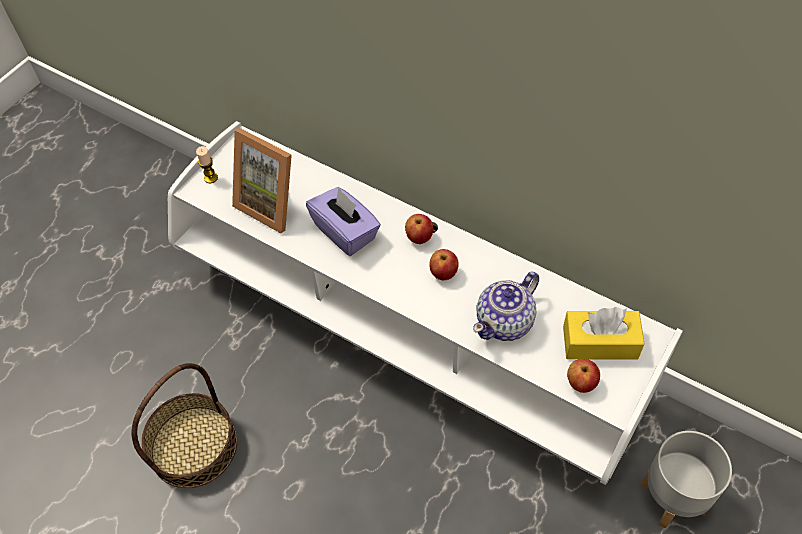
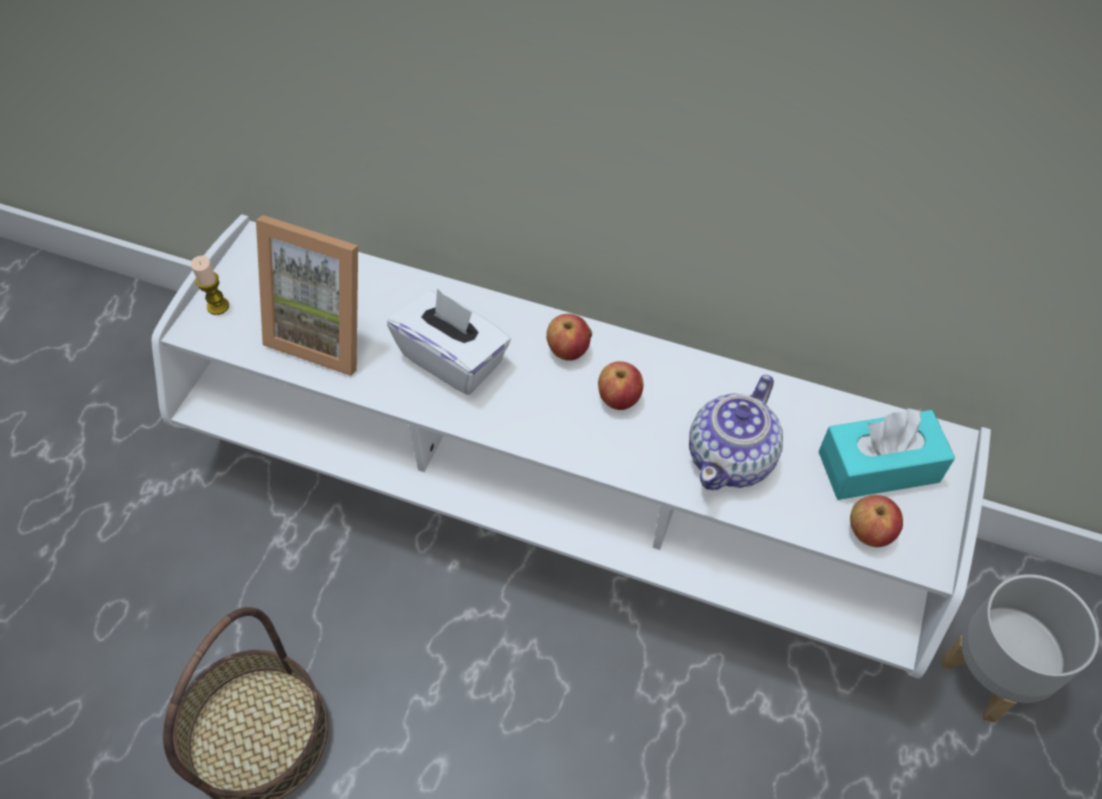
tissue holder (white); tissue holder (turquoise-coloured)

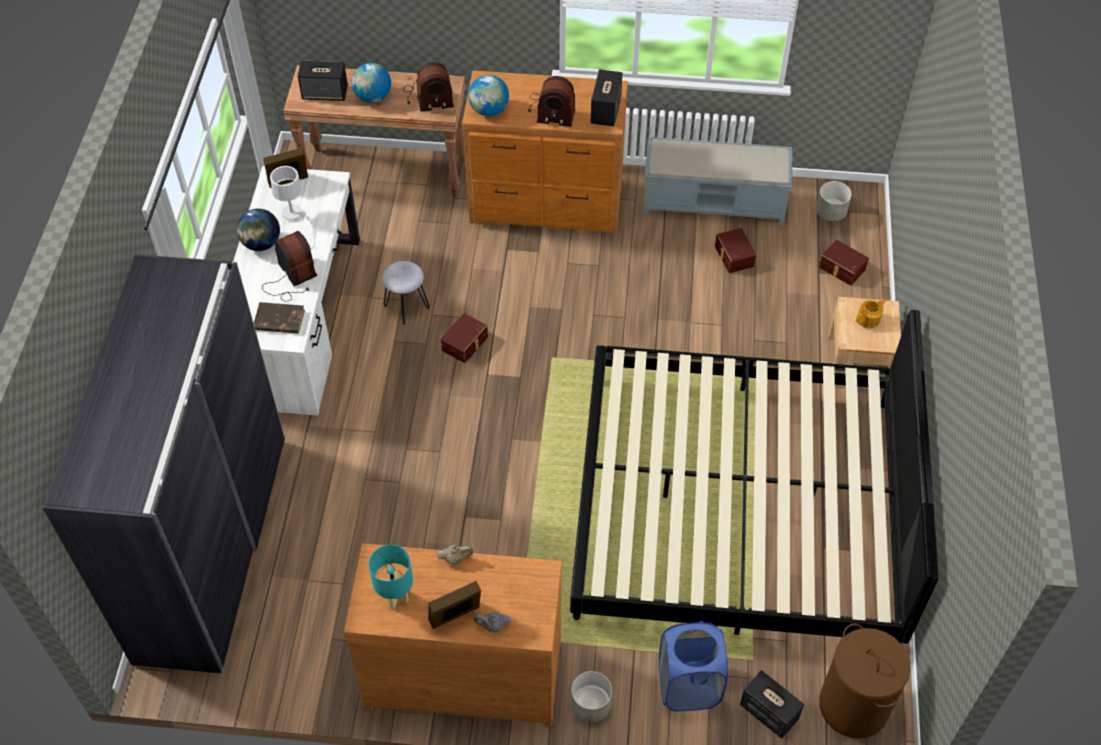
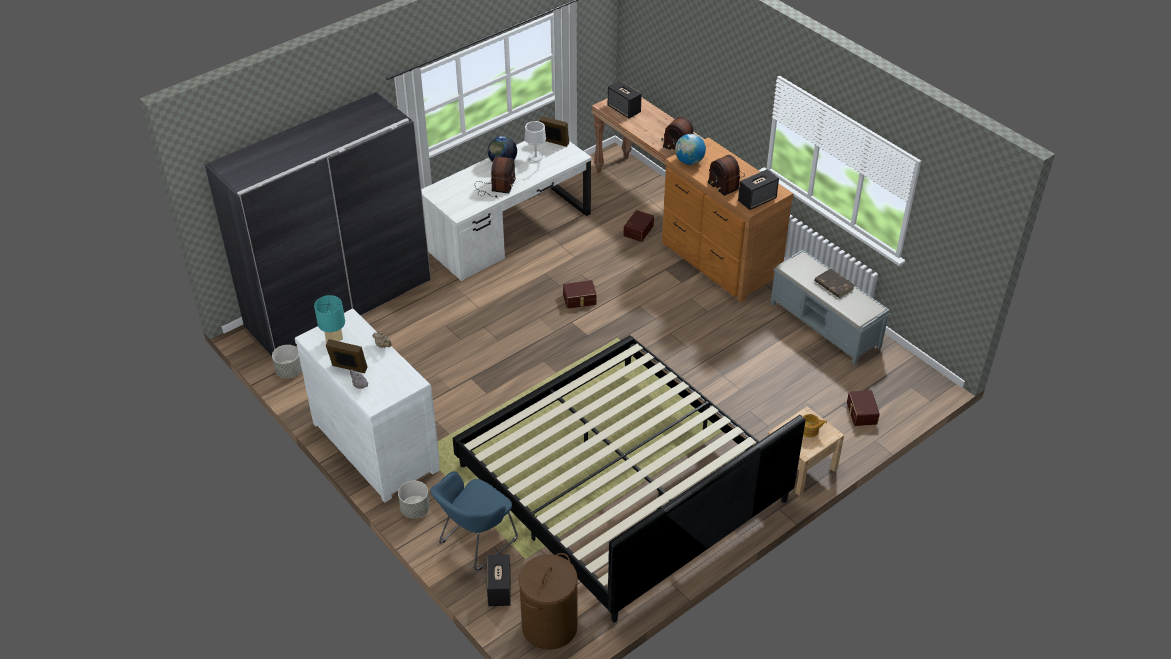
world globe (2nd from left in the first image); sitting stool (greyish); book (brown-coloured); storage container (brown-coloured) (2nd from left); plant pot (greyish) (1st from left); easy chair (blue-coloured); drawer chest (white)

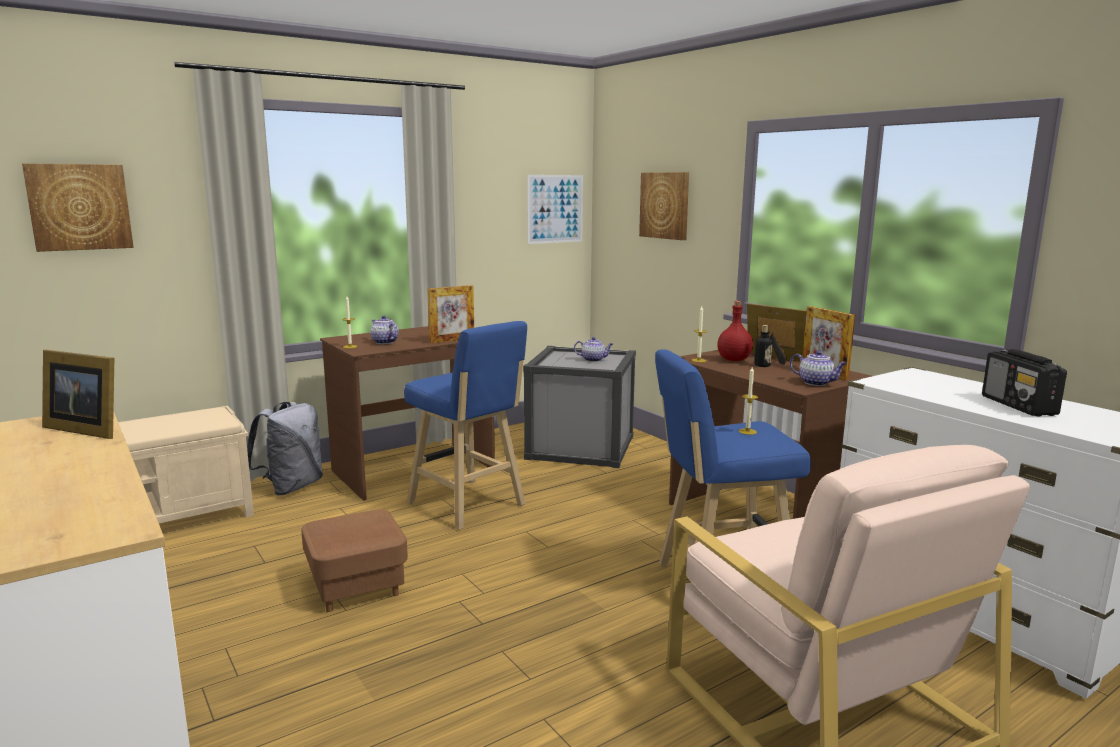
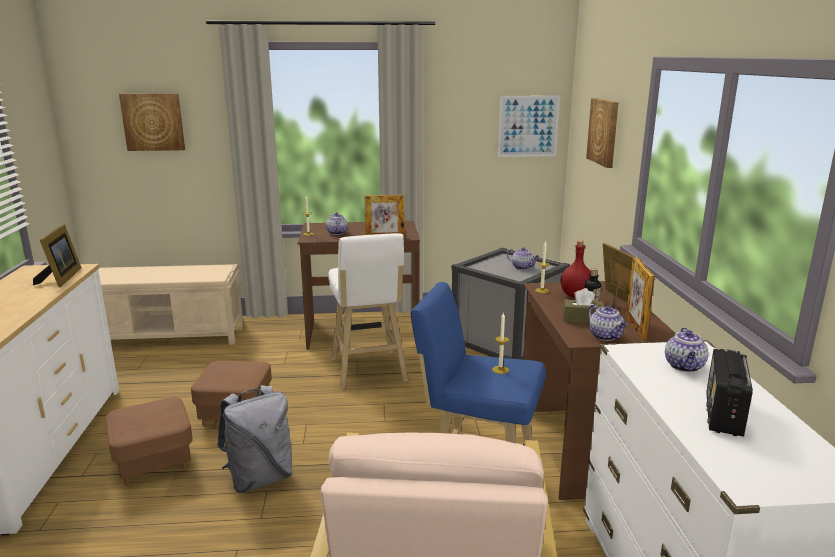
footrest (brown-coloured) (1st from left); tissue holder (brown-coloured); teapot (4th from left); rucksack (greyish); sitting stool (white); picture frame (1st from left)

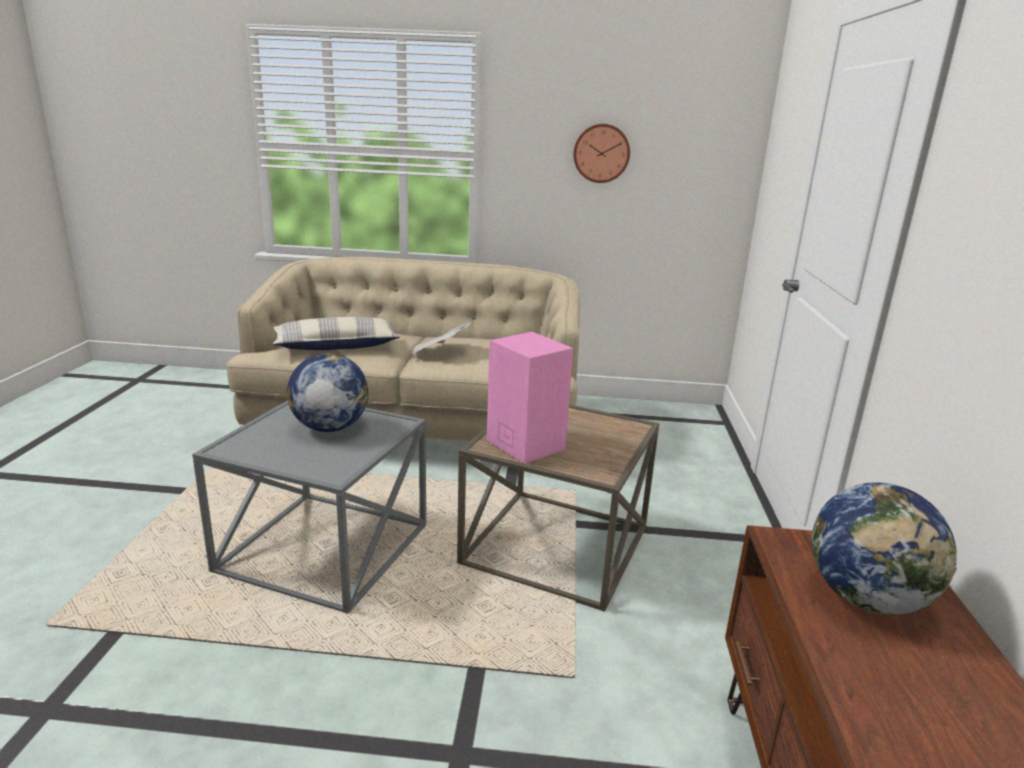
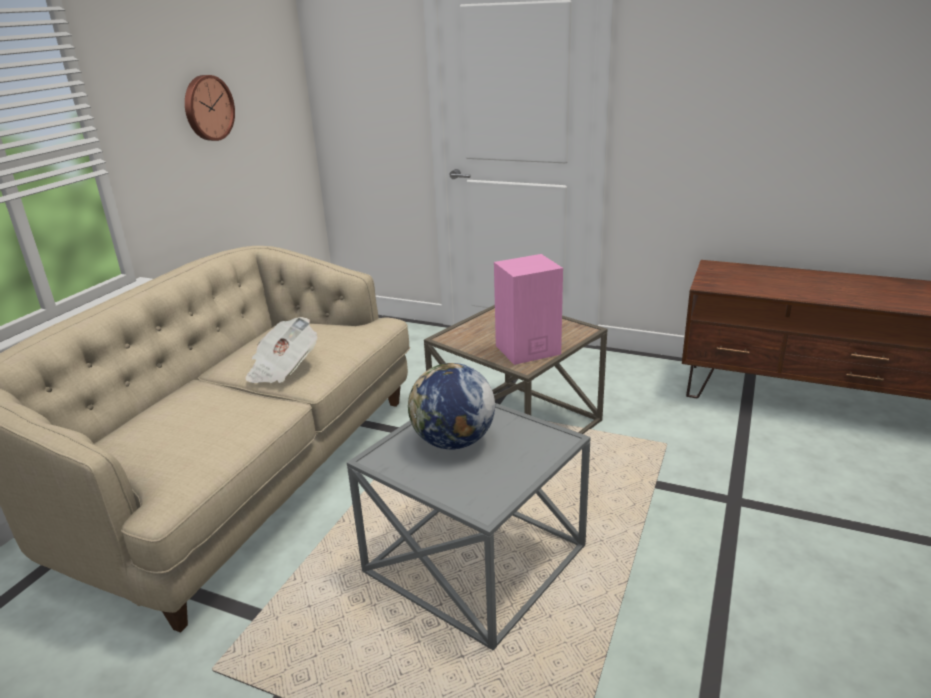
throw pillow; world globe (2nd from left in the first image)

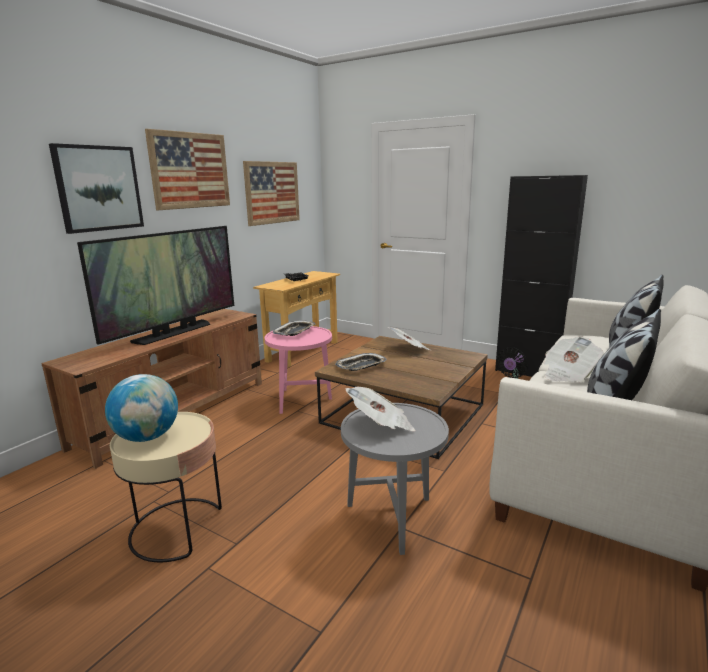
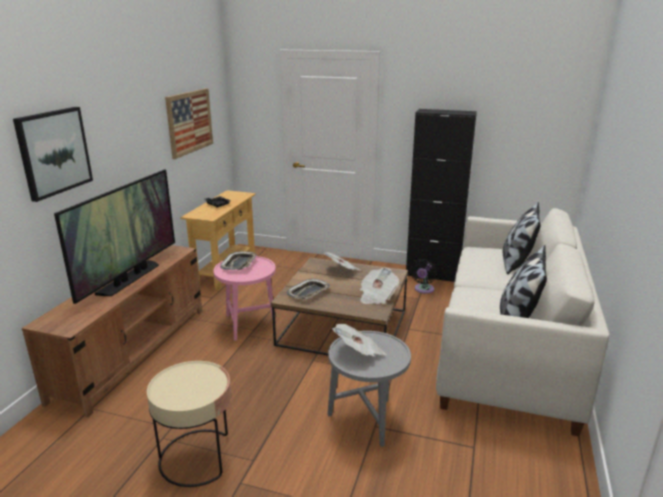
world globe; picture (2nd from left in the first image); daily paper (3rd from left)

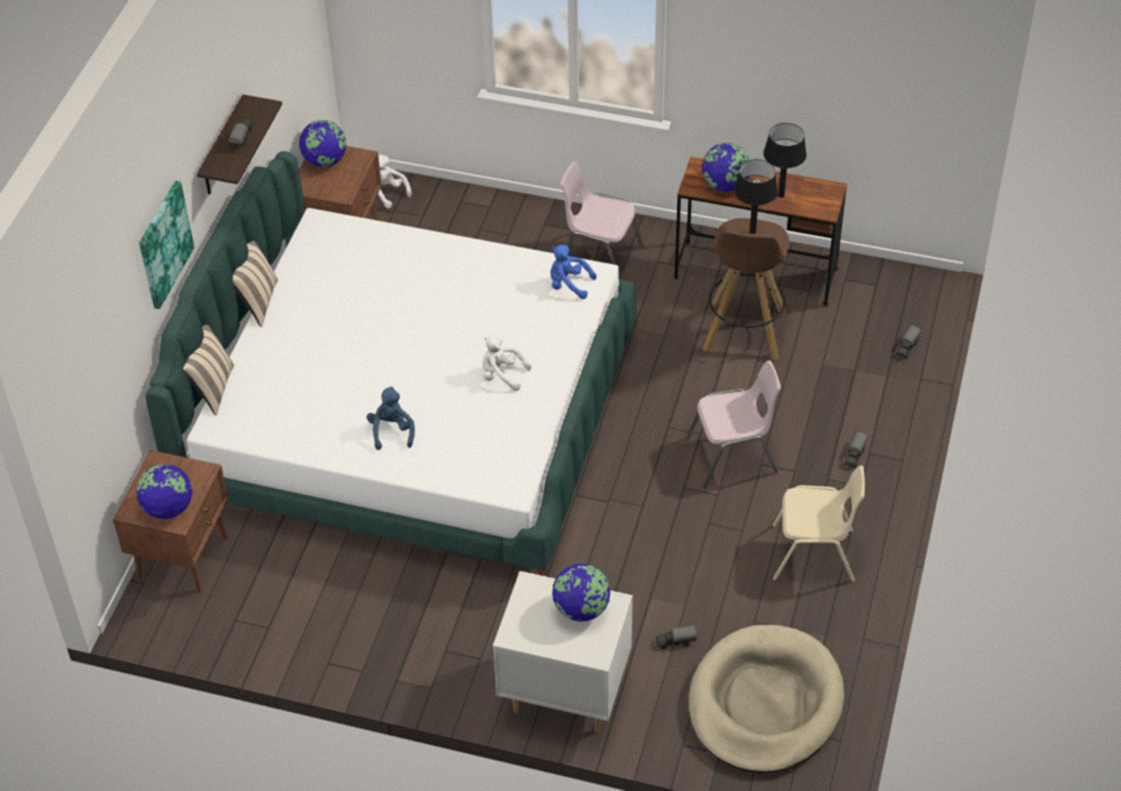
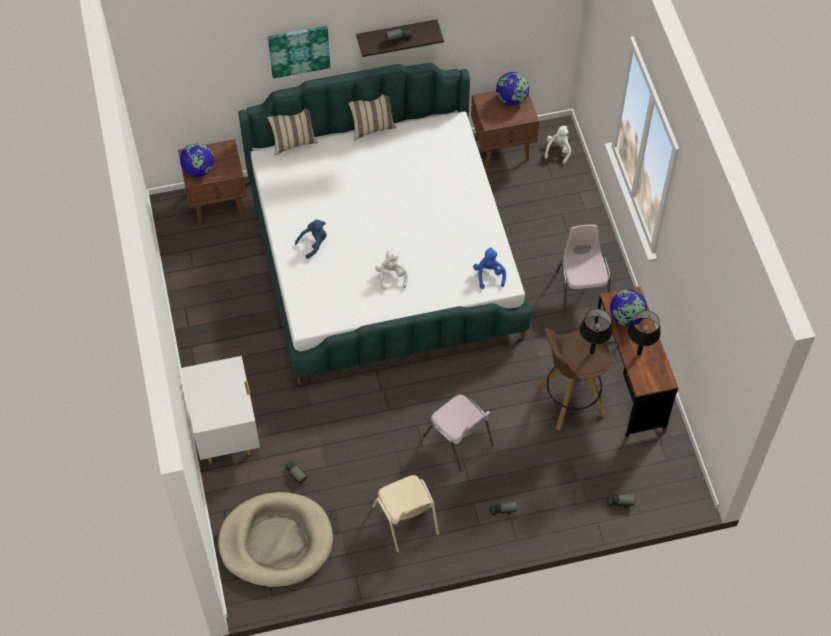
world globe (3rd from left in the first image)

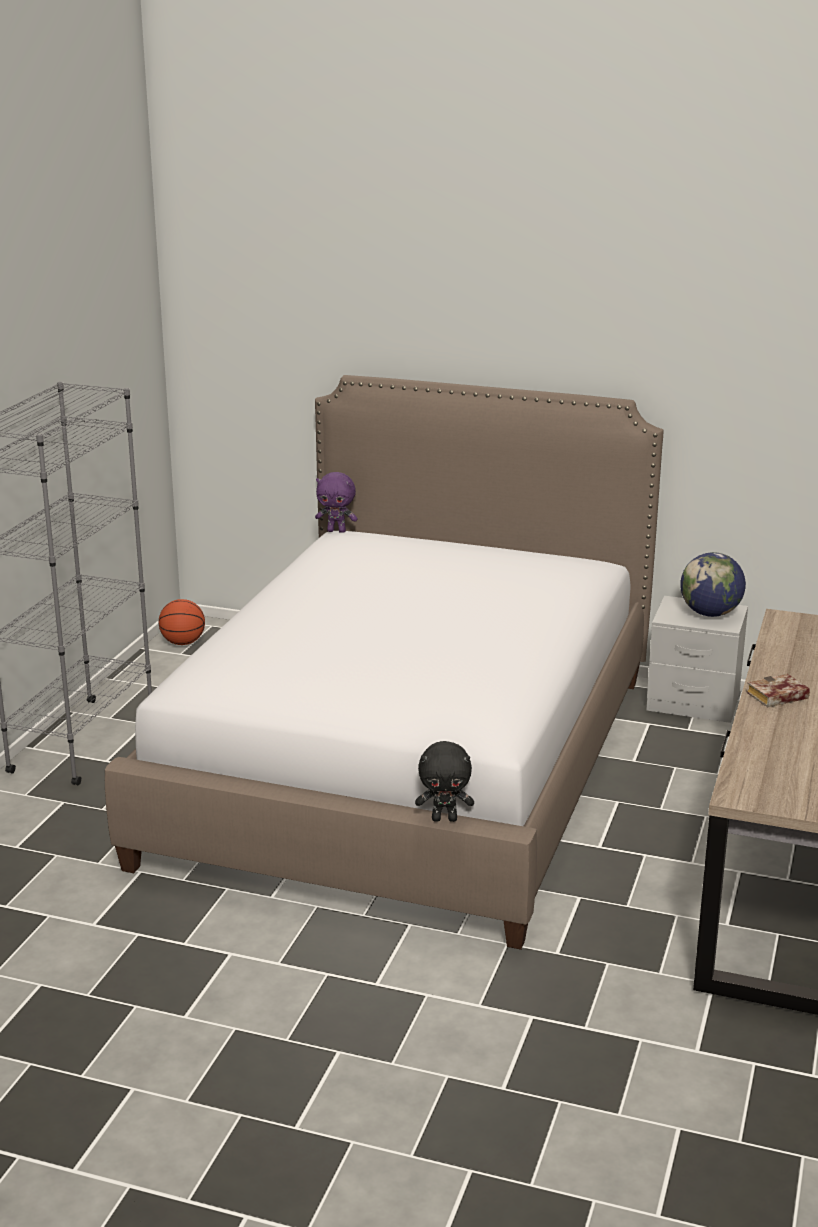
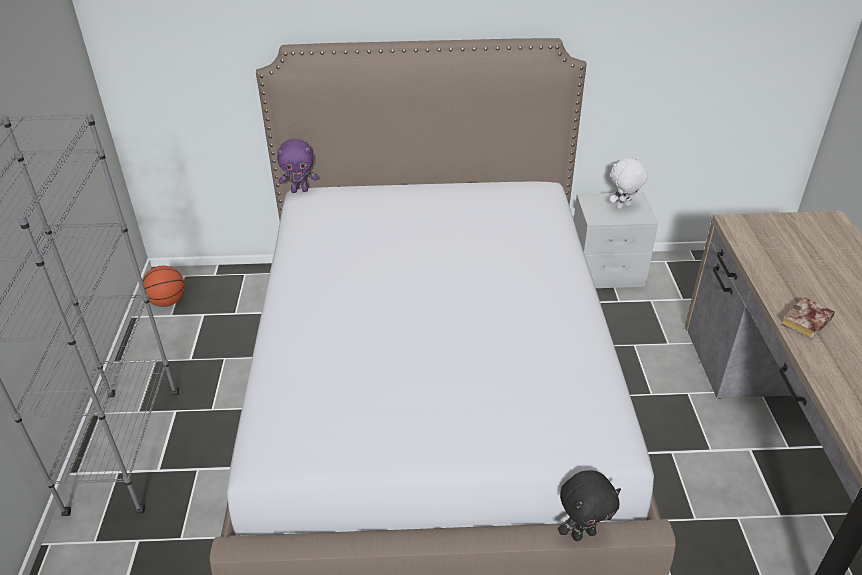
soft toy (white)

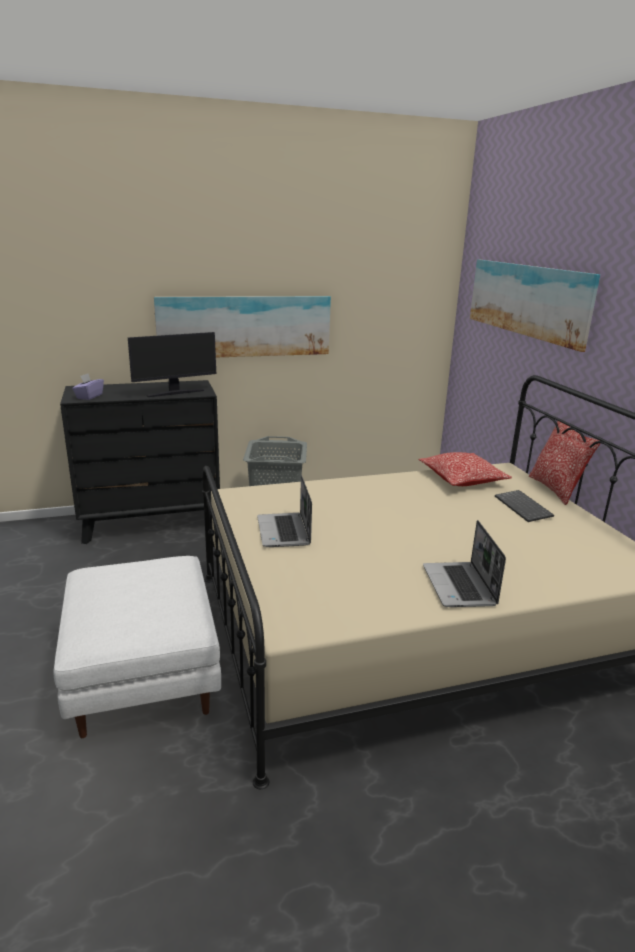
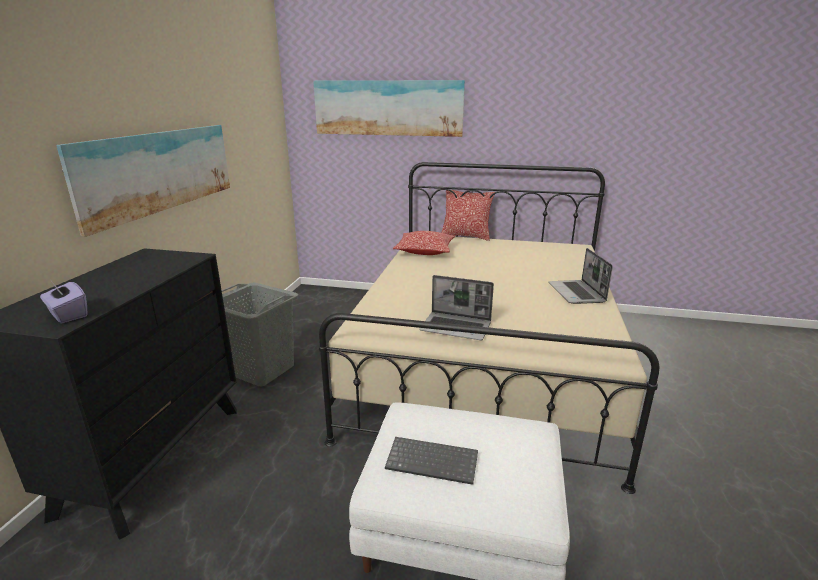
computer display; PC keyboard; portable computer (2nd from left)

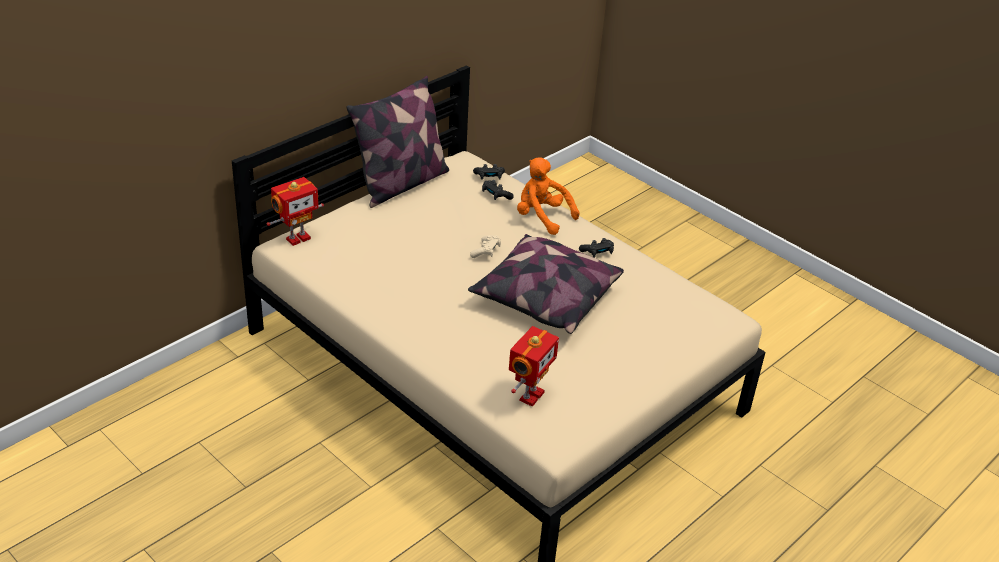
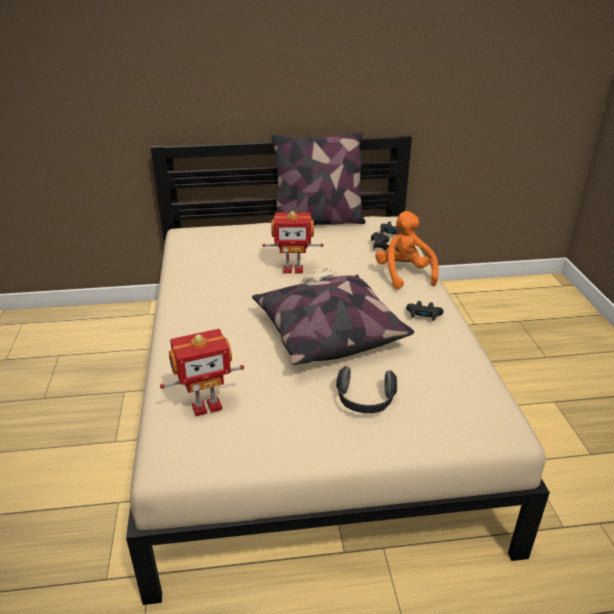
headset; model robot (2nd from left)

